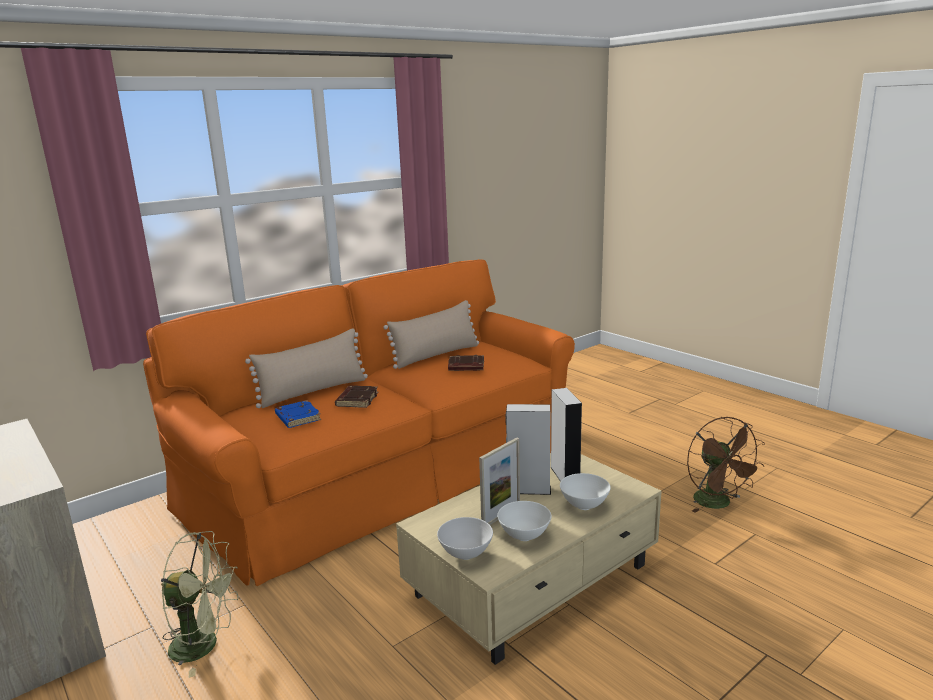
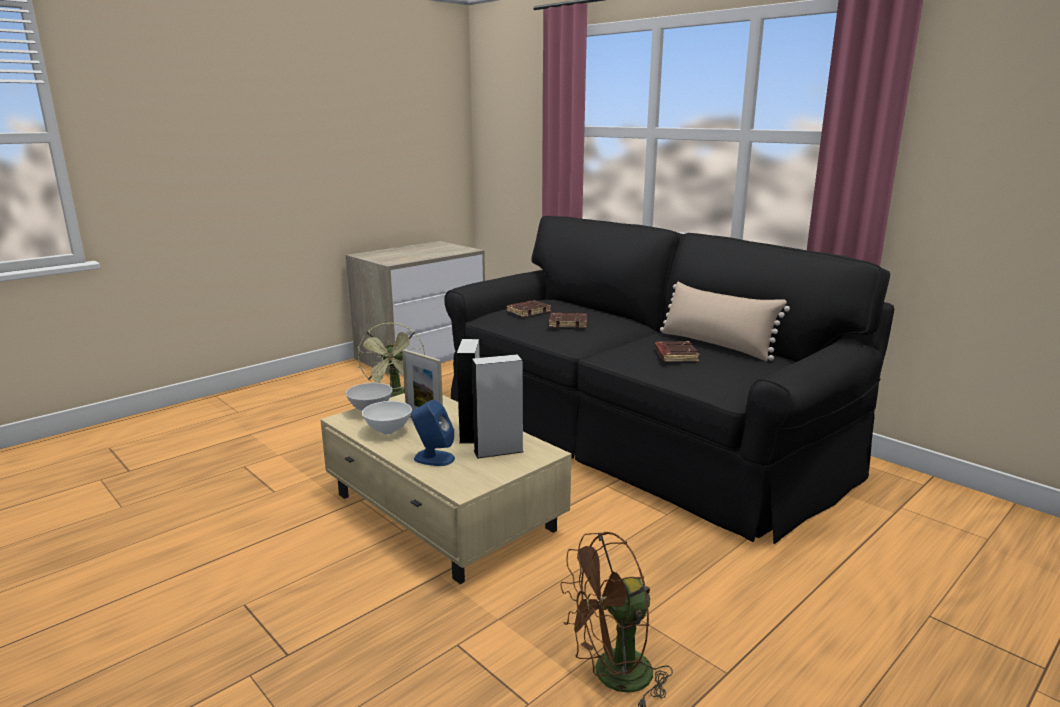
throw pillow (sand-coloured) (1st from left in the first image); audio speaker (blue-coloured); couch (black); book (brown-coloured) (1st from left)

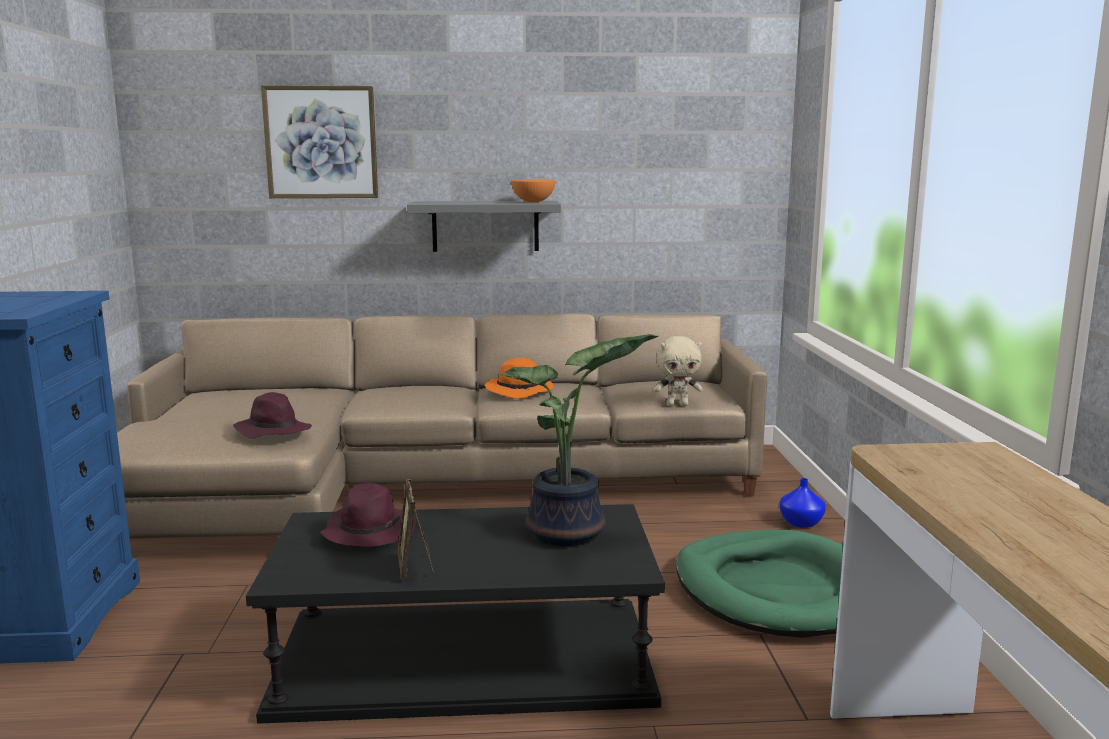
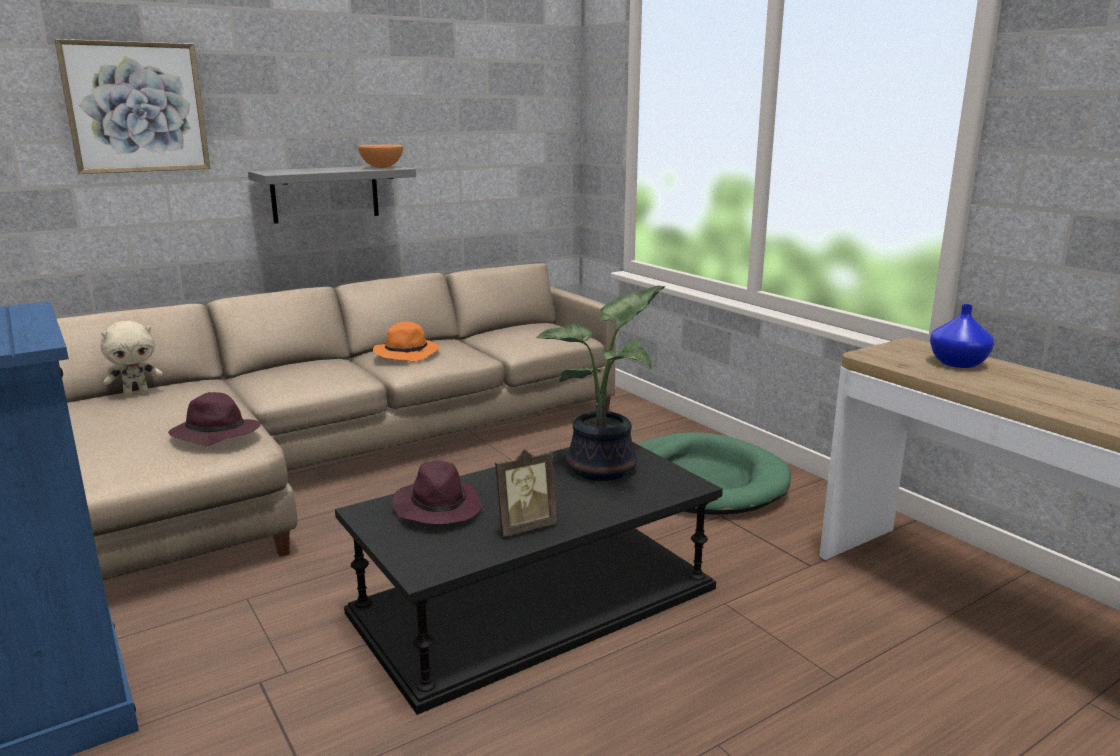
soft toy (sand-coloured); flower vase (blue-coloured); picture frame

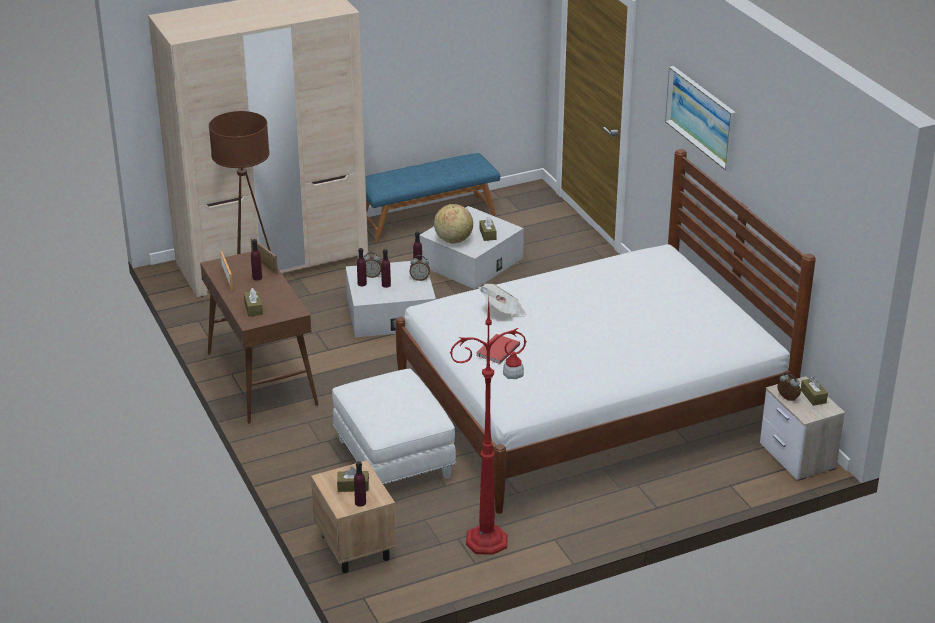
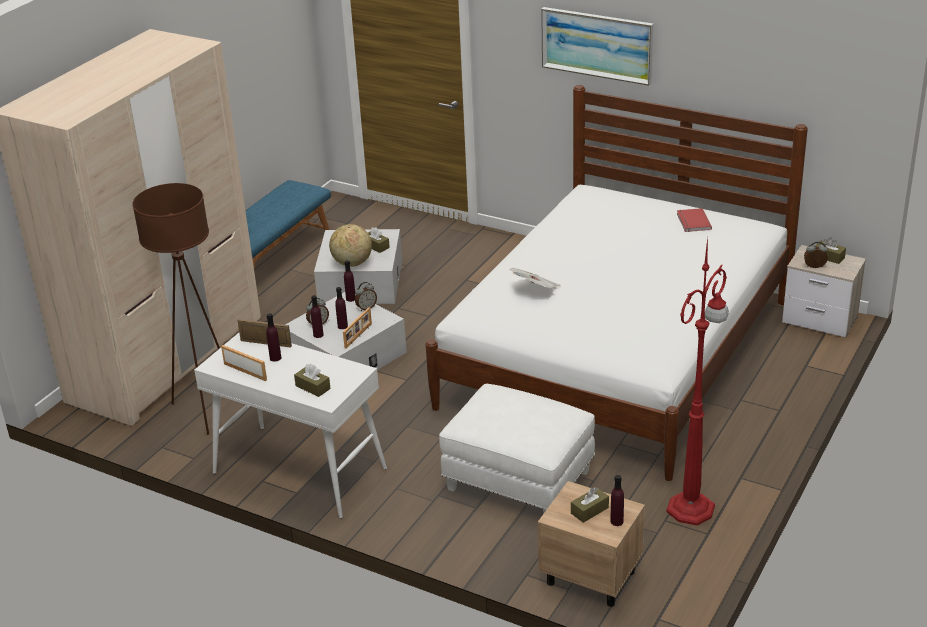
picture frame (3rd from left); book (red-coloured); hall table (white)

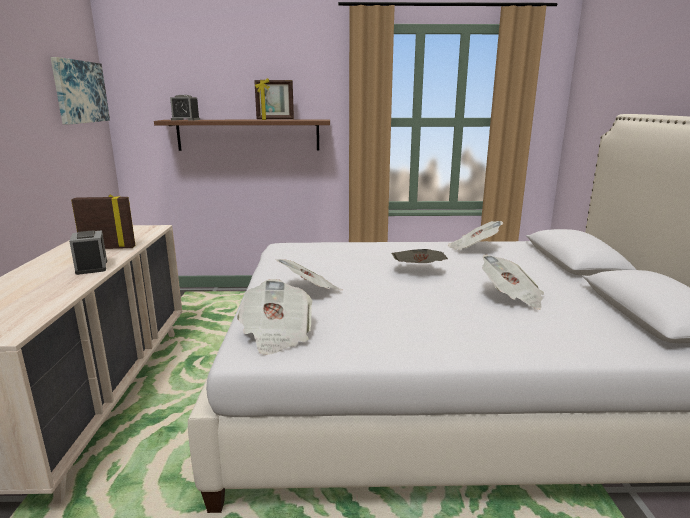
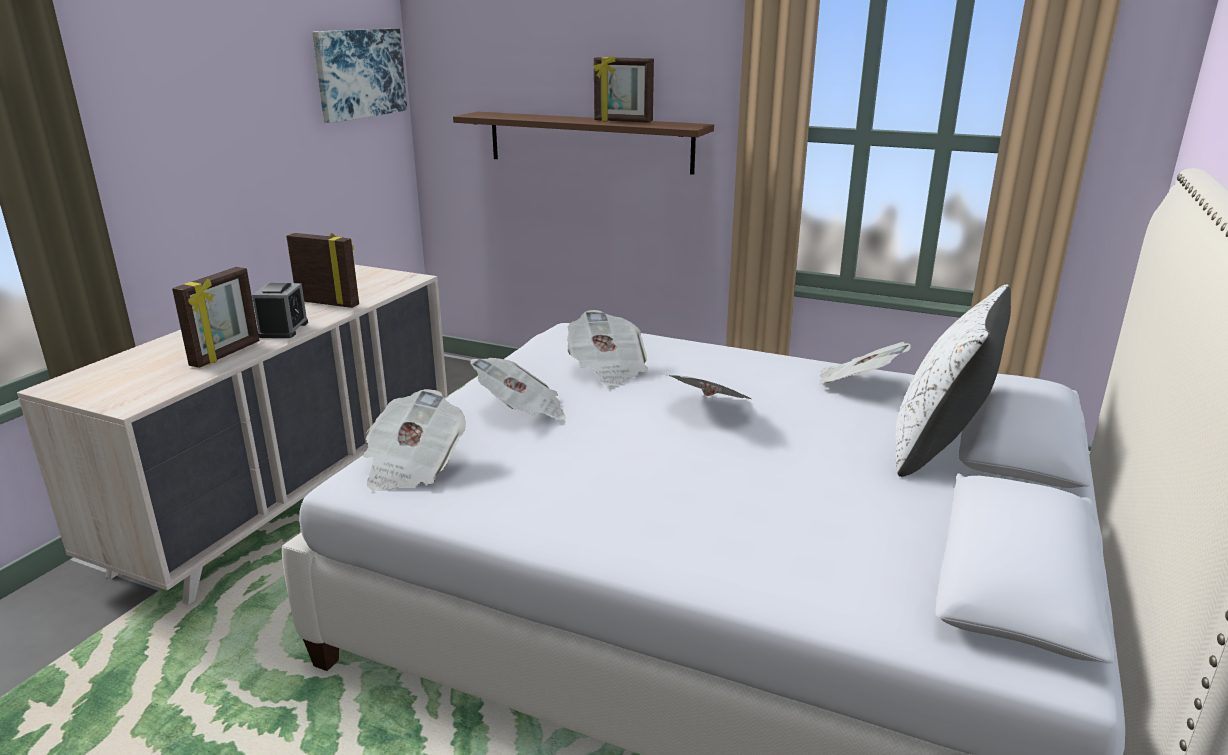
bedside clock (2nd from left in the first image); picture frame (1st from left); throw pillow (white); daily paper (3rd from left)

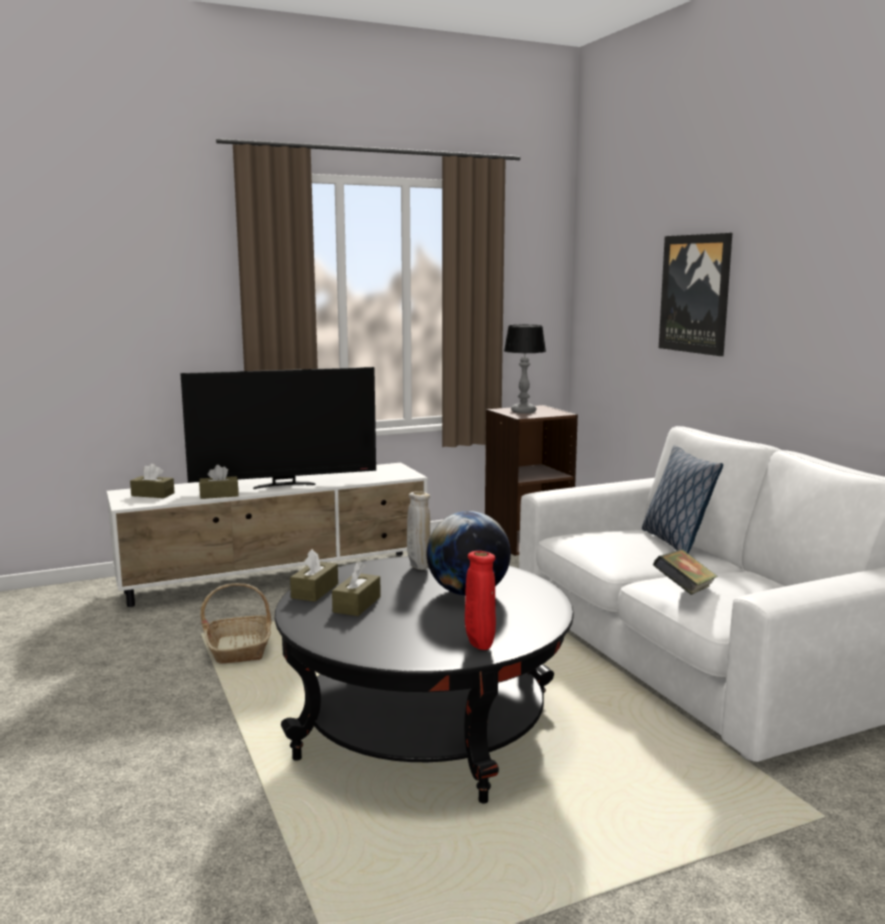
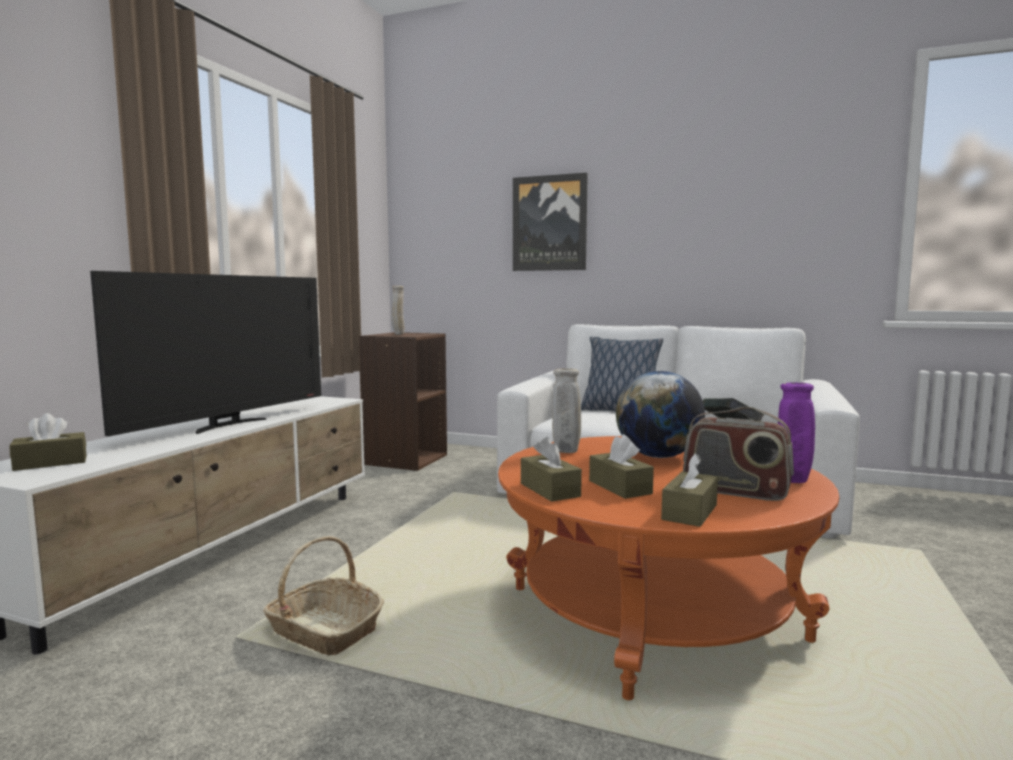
radio set; tissue holder (brown-coloured) (4th from left); flower vase (sand-coloured) (1st from left); coffee table (orange-coloured); flower vase (purple)

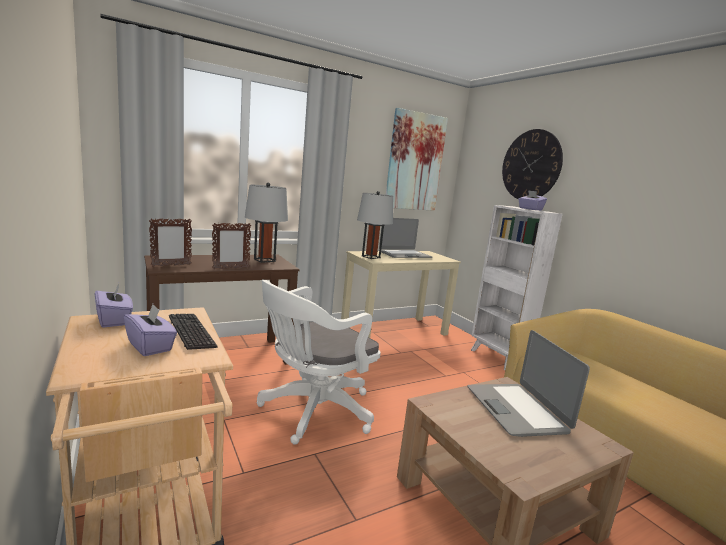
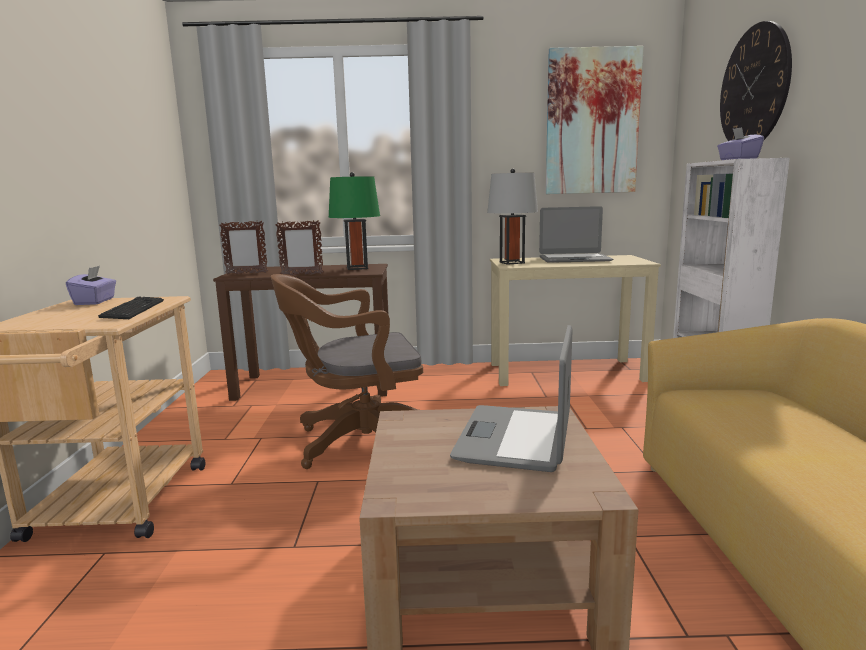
tissue holder (purple) (2nd from left in the first image); tabletop lamp (greenish); office chair (brown-coloured)

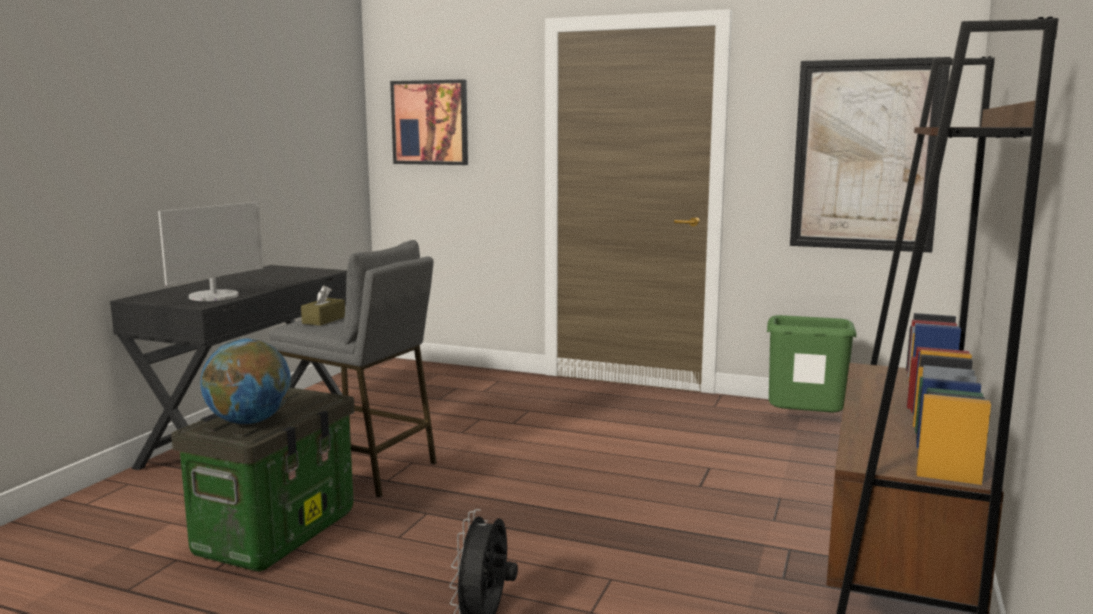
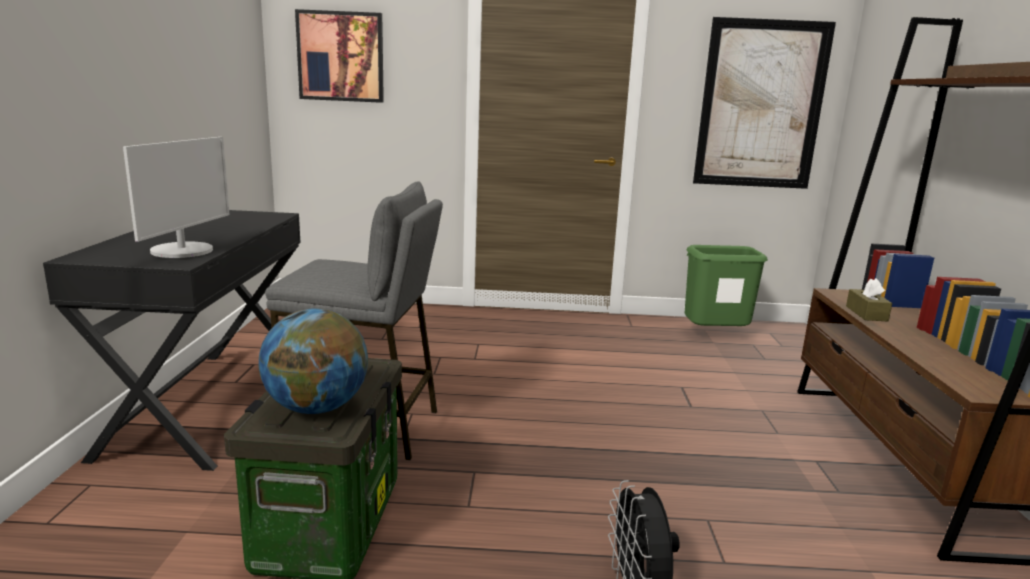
tissue holder (brown-coloured)

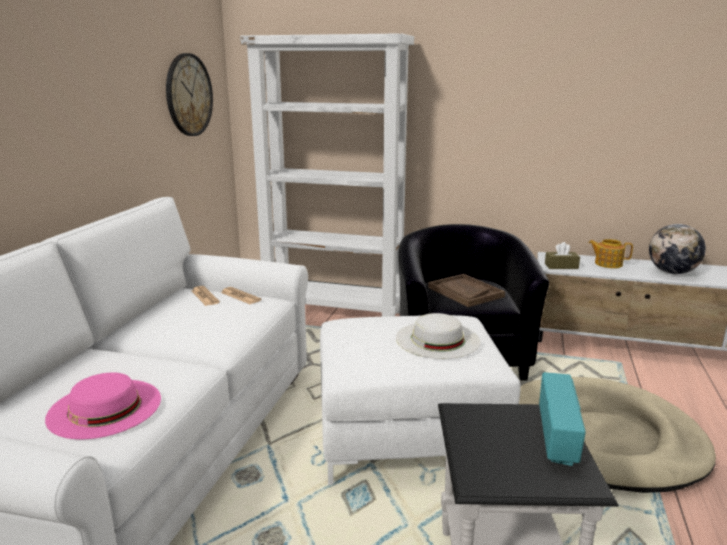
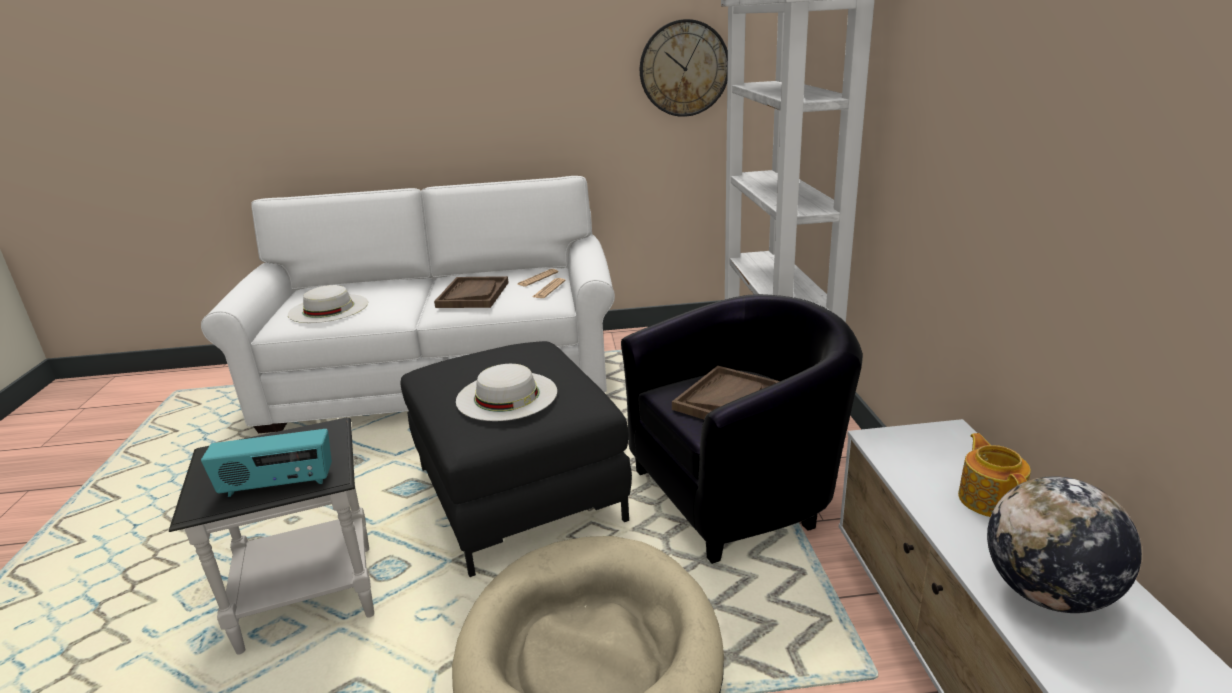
tissue holder (brown-coloured); serving tray (brown-coloured) (1st from left); hat (white) (1st from left); footrest (black)

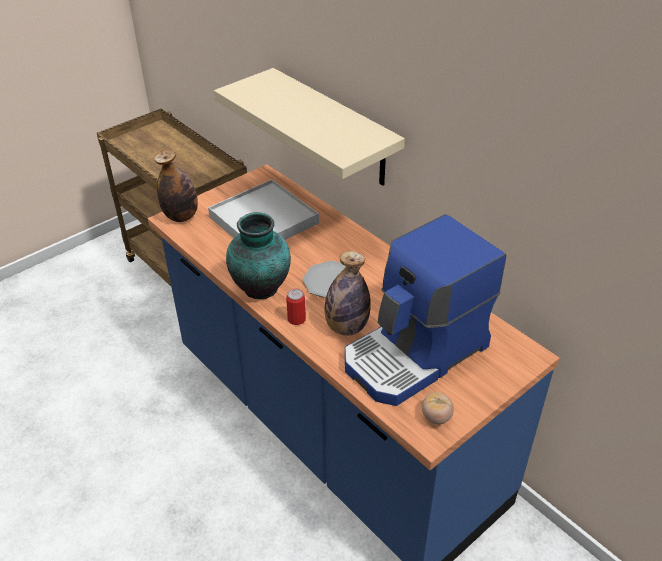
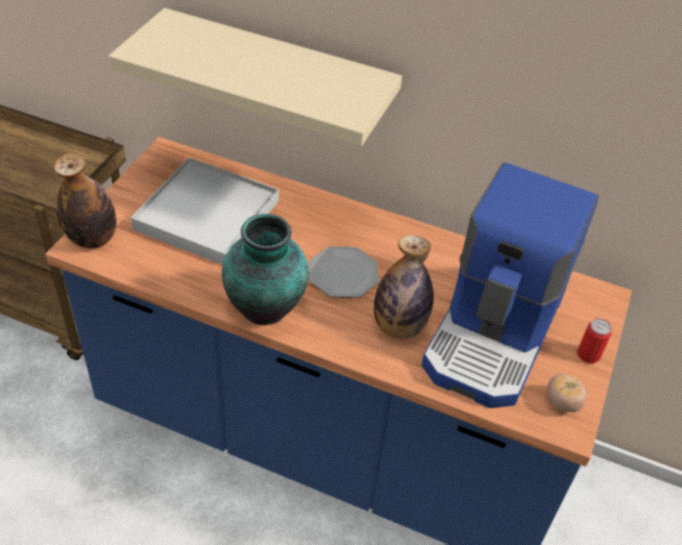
can

